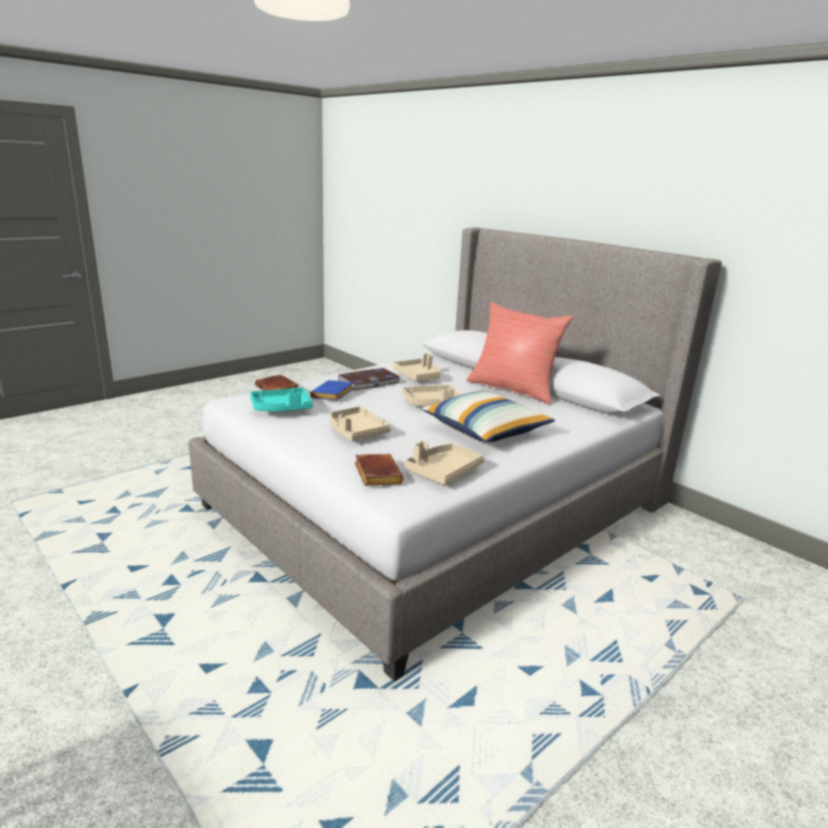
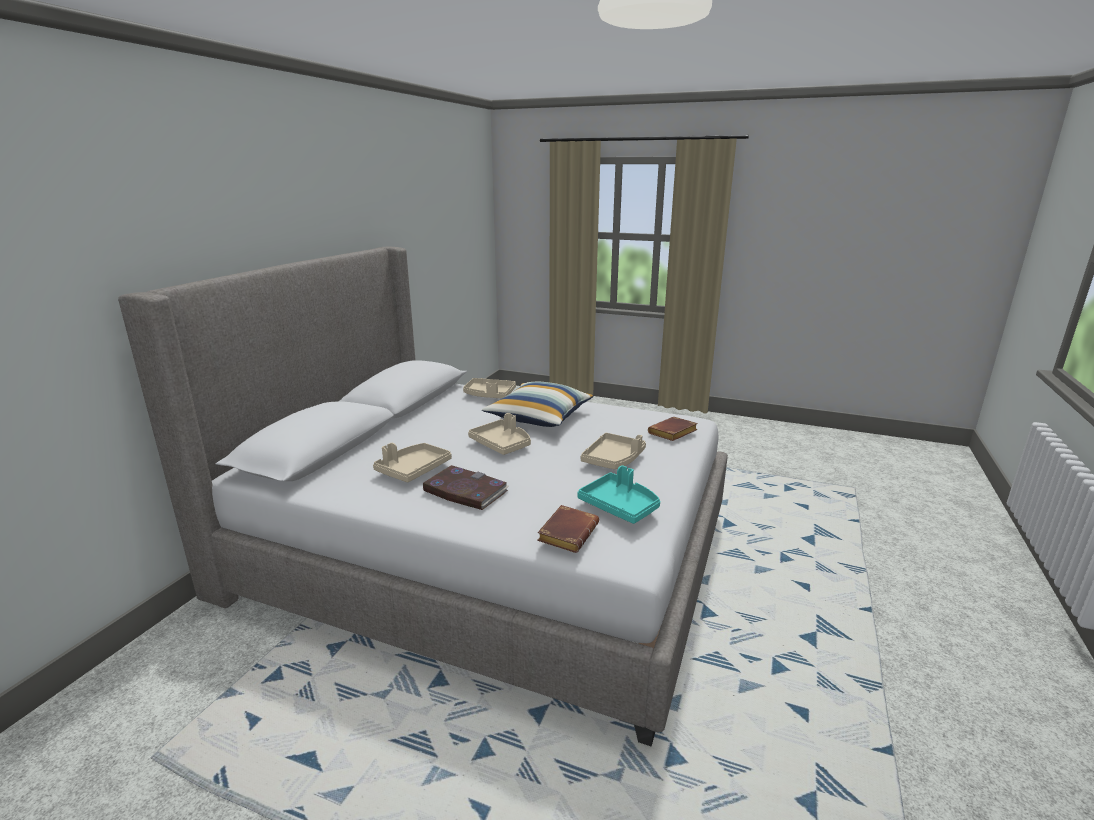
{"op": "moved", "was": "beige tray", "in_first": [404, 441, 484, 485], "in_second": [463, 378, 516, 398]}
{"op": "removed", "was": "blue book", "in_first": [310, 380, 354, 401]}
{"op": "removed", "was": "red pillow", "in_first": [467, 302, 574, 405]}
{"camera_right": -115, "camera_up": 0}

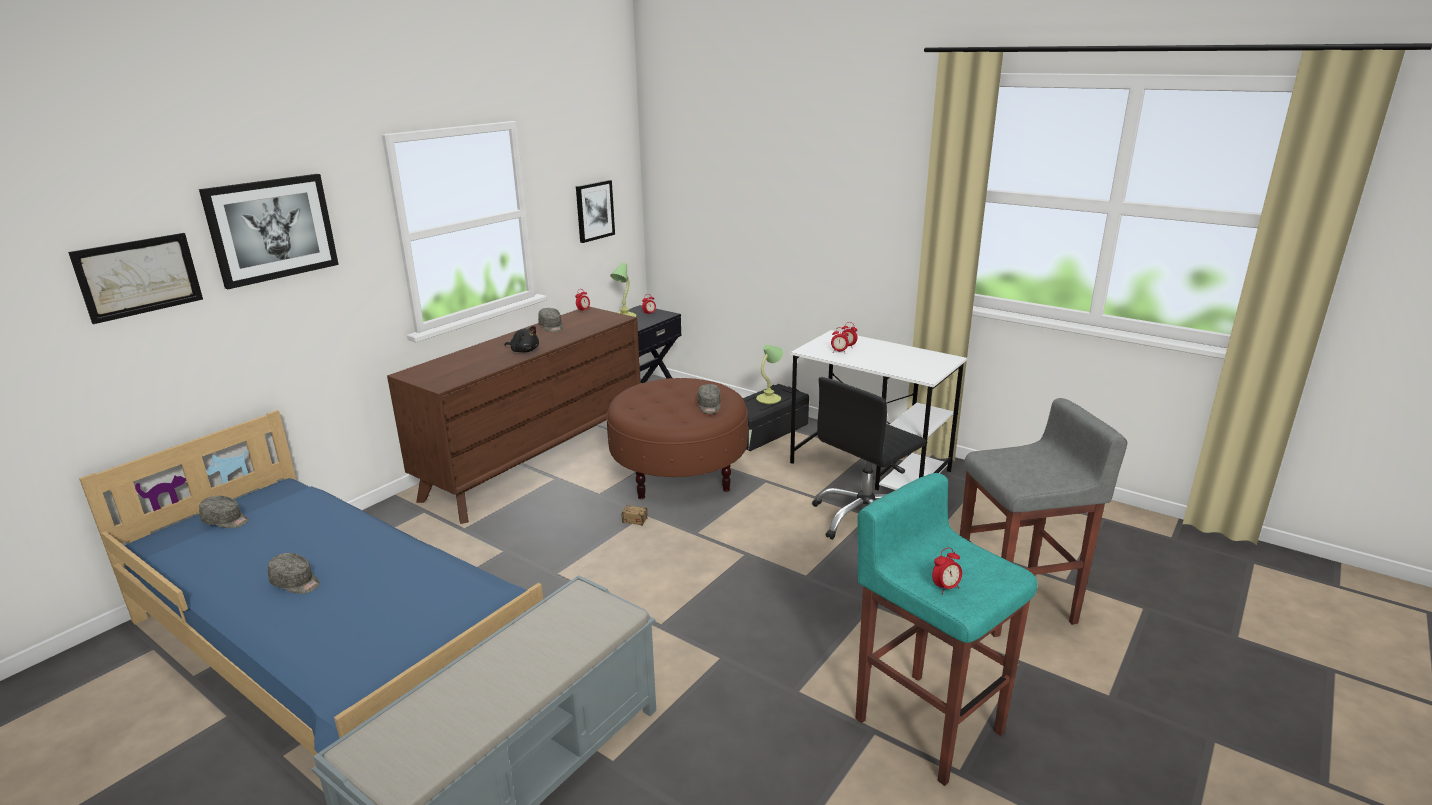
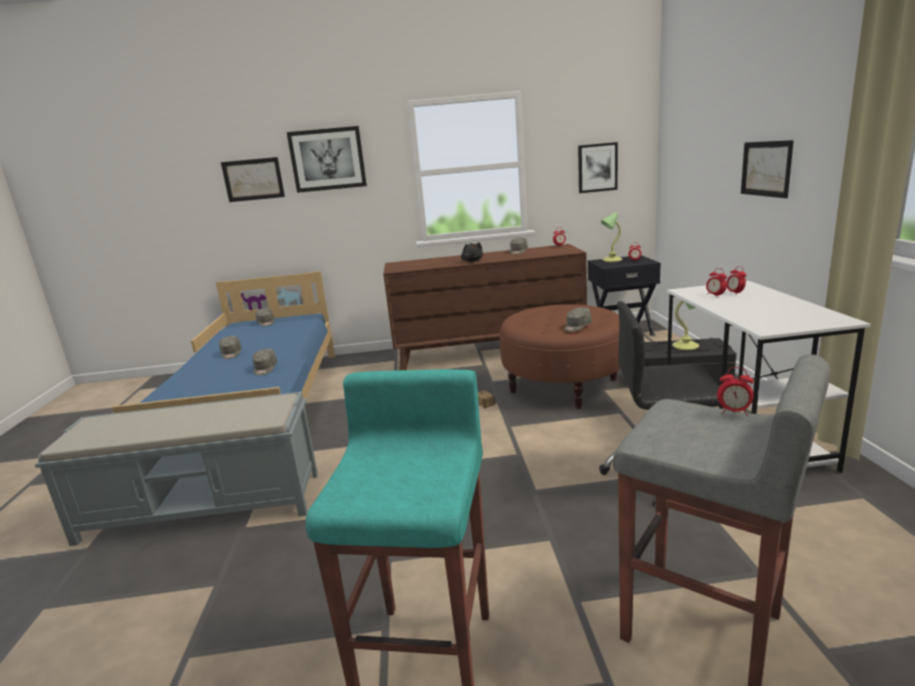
{"op": "added", "now": "grey cap", "in_second": [252, 349, 277, 376]}
{"op": "moved", "was": "alarm clock", "in_first": [932, 548, 962, 594], "in_second": [717, 367, 754, 416]}
{"op": "added", "now": "picture", "in_second": [741, 140, 794, 198]}
{"camera_right": 50, "camera_up": -5}

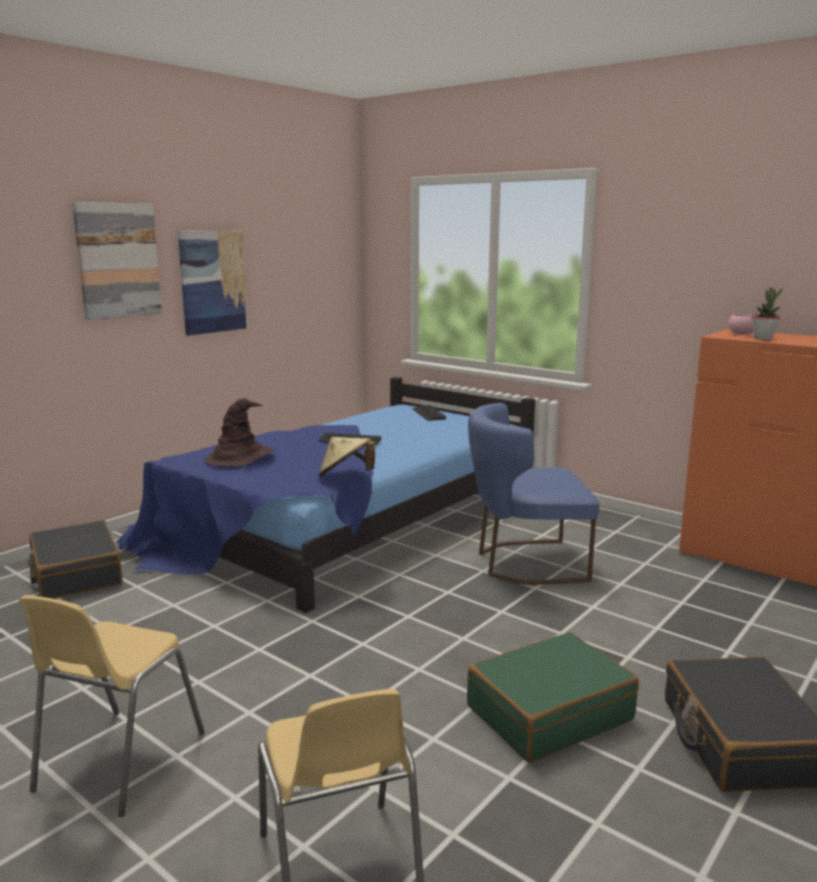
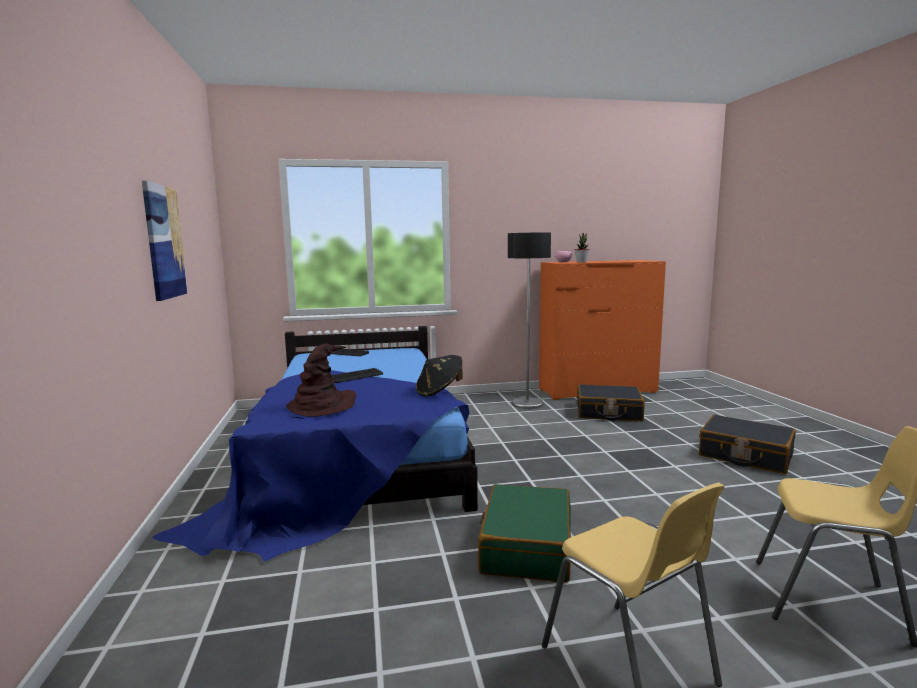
{"op": "recoloured", "was": "beige hat", "now": "black hat", "in_first": [319, 437, 375, 477], "in_second": [416, 355, 463, 396]}
{"op": "moved", "was": "green suitcase", "in_first": [467, 632, 639, 763], "in_second": [478, 484, 571, 583]}
{"op": "added", "now": "floor lamp", "in_second": [508, 232, 551, 409]}
{"op": "moved", "was": "black suitcase", "in_first": [28, 520, 123, 599], "in_second": [577, 384, 645, 421]}
{"op": "removed", "was": "picture", "in_first": [72, 202, 162, 320]}
{"op": "removed", "was": "blue chair", "in_first": [468, 403, 599, 585]}
{"camera_right": -50, "camera_up": -5}

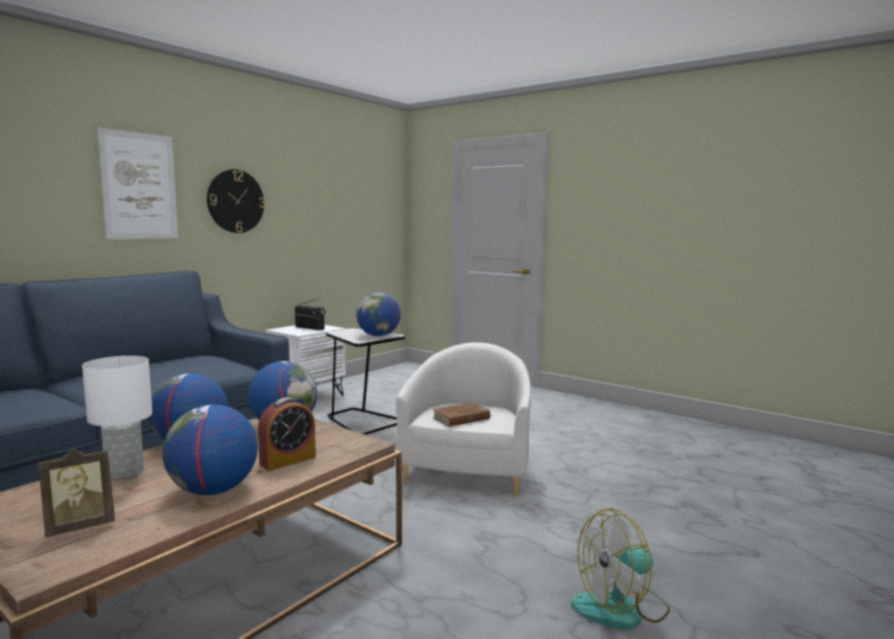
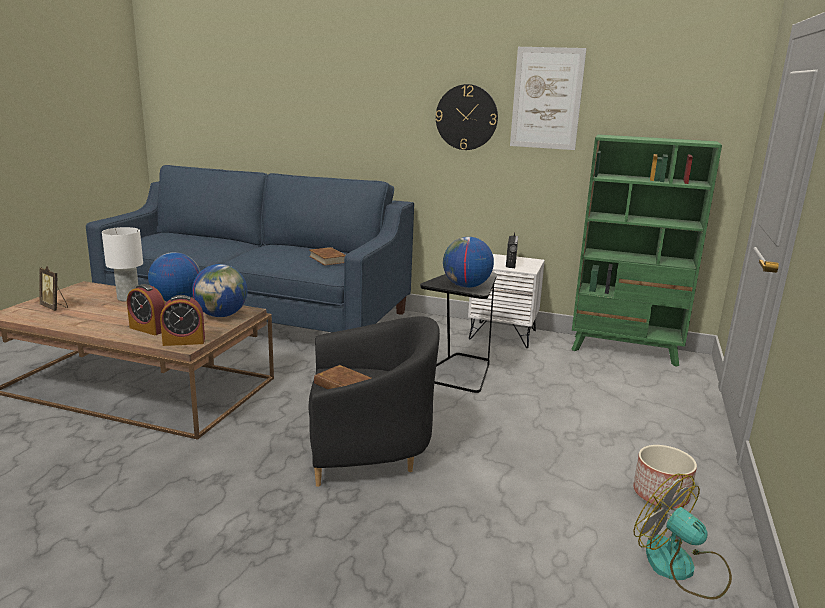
{"op": "added", "now": "alarm clock", "in_second": [160, 295, 205, 346]}
{"op": "recoloured", "was": "white armchair", "now": "black armchair", "in_first": [396, 342, 531, 496], "in_second": [308, 316, 440, 487]}
{"op": "added", "now": "brown book", "in_second": [309, 247, 345, 266]}
{"op": "moved", "was": "picture", "in_first": [97, 128, 178, 239], "in_second": [510, 47, 587, 150]}
{"op": "added", "now": "green bookcase", "in_second": [571, 134, 722, 367]}
{"op": "added", "now": "planter", "in_second": [633, 445, 697, 508]}
{"op": "moved", "was": "fan", "in_first": [571, 508, 670, 630], "in_second": [633, 474, 732, 599]}
{"op": "removed", "was": "globe", "in_first": [163, 405, 258, 495]}
{"camera_right": 70, "camera_up": 10}

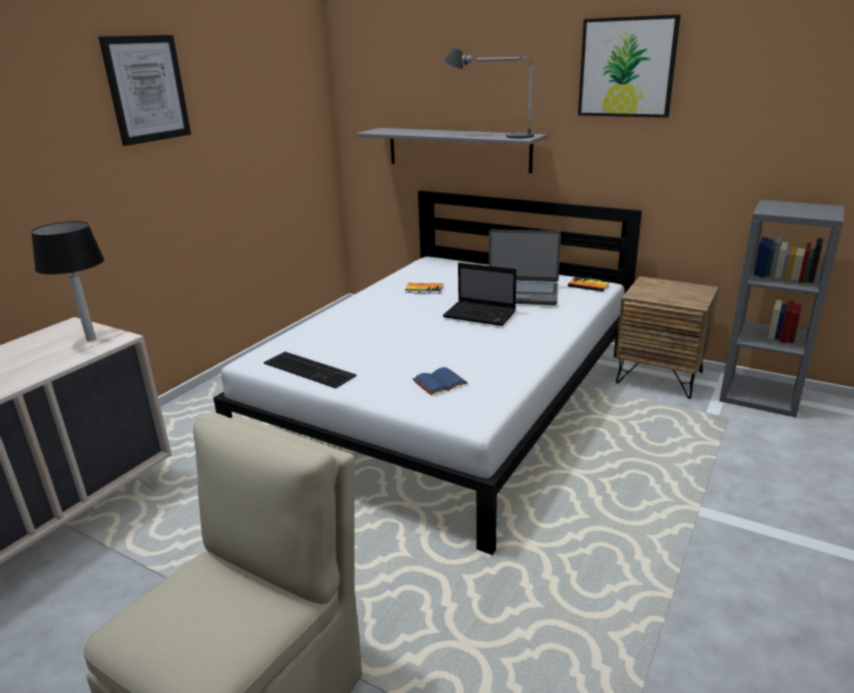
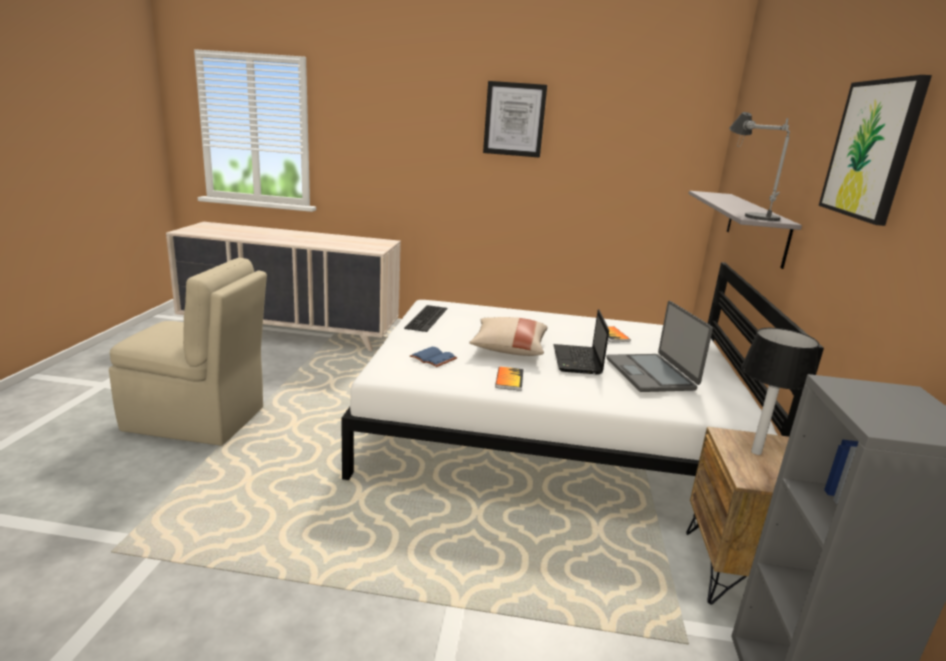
{"op": "added", "now": "beige pillow", "in_second": [469, 317, 548, 356]}
{"op": "moved", "was": "book", "in_first": [568, 277, 609, 292], "in_second": [495, 366, 524, 391]}
{"op": "moved", "was": "table lamp", "in_first": [31, 221, 104, 341], "in_second": [741, 328, 819, 455]}
{"camera_right": 65, "camera_up": -5}

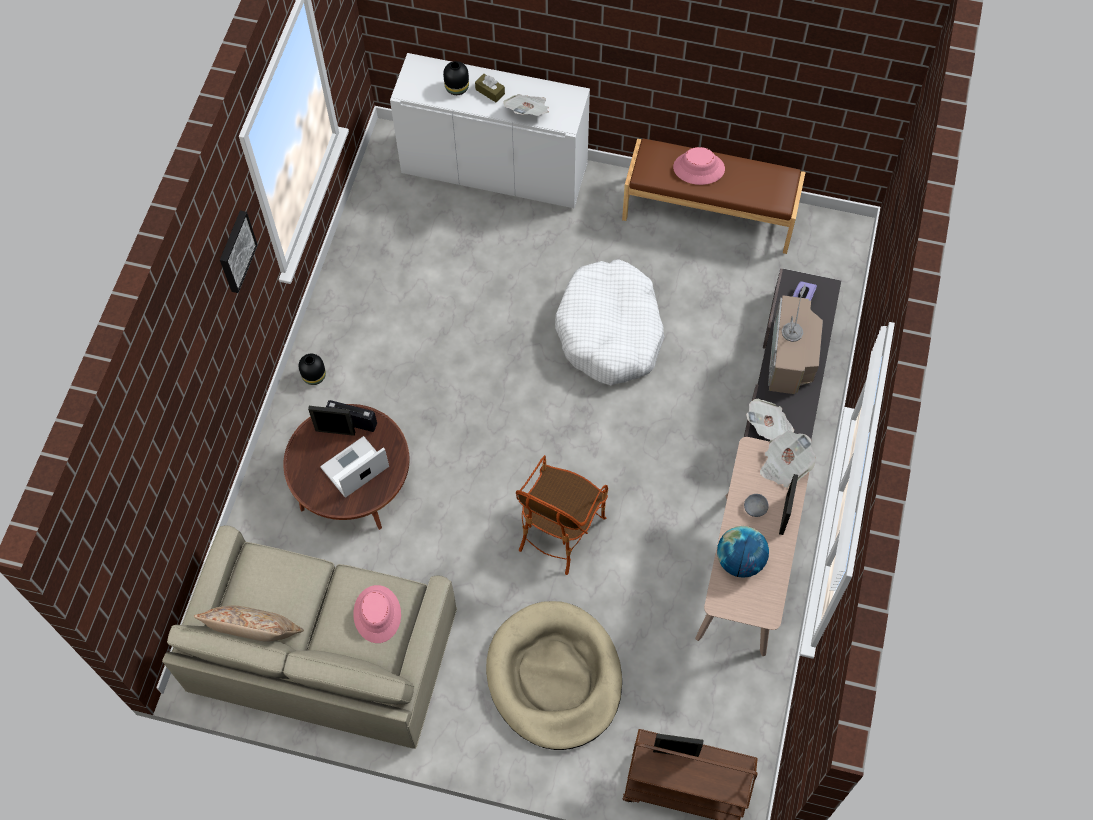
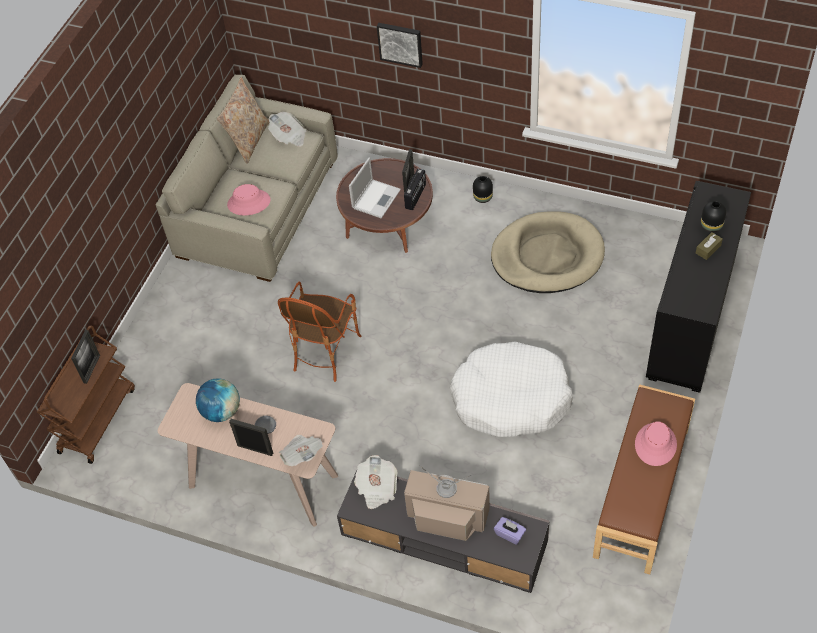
{"op": "moved", "was": "newspaper", "in_first": [503, 94, 549, 116], "in_second": [268, 112, 307, 147]}
{"op": "turned", "was": "armchair", "in_first": [516, 455, 608, 575], "in_second": [278, 282, 361, 382], "clockwise": -105}
{"op": "turned", "was": "laptop", "in_first": [320, 436, 389, 498], "in_second": [349, 158, 401, 218], "clockwise": 60}
{"op": "moved", "was": "picture", "in_first": [220, 210, 258, 293], "in_second": [377, 23, 423, 68]}
{"op": "moved", "was": "beige dog bed", "in_first": [486, 601, 622, 750], "in_second": [491, 211, 605, 293]}
{"op": "recoloured", "was": "white cabinet", "now": "black cabinet", "in_first": [390, 53, 590, 208], "in_second": [646, 181, 751, 393]}
{"camera_right": 100, "camera_up": -10}

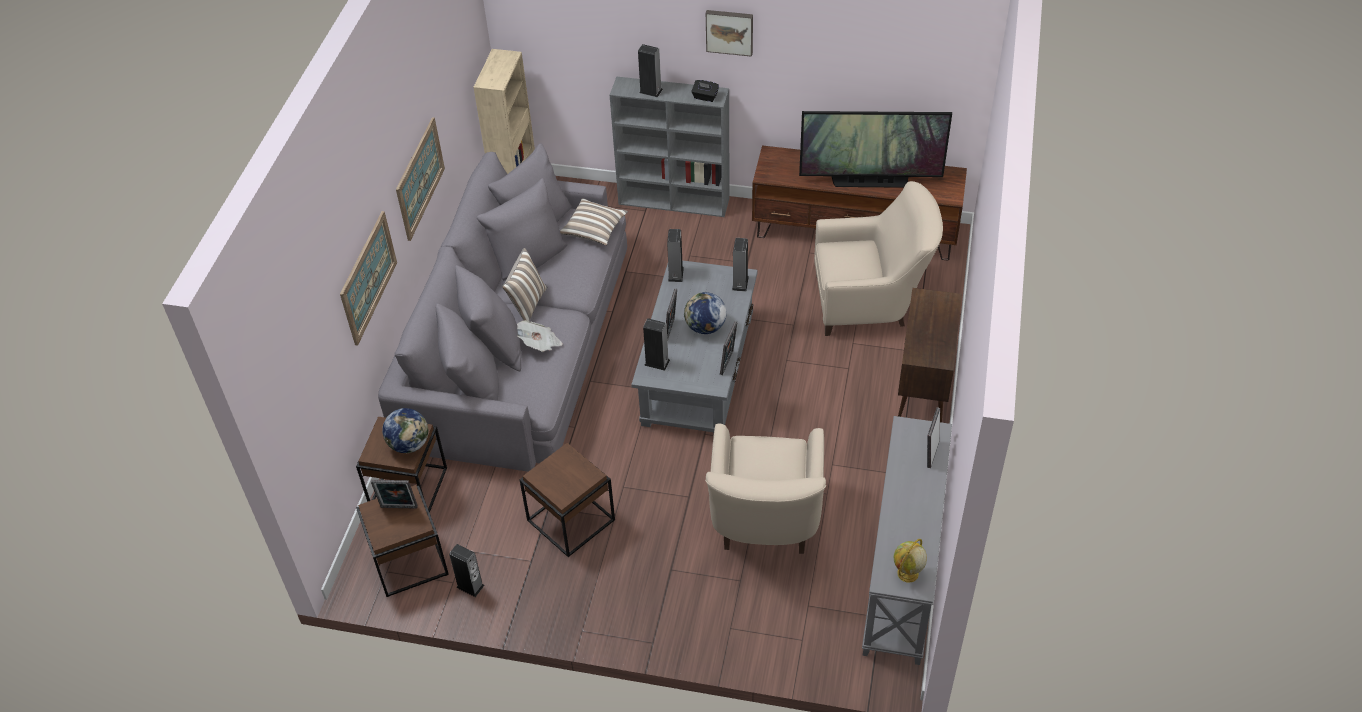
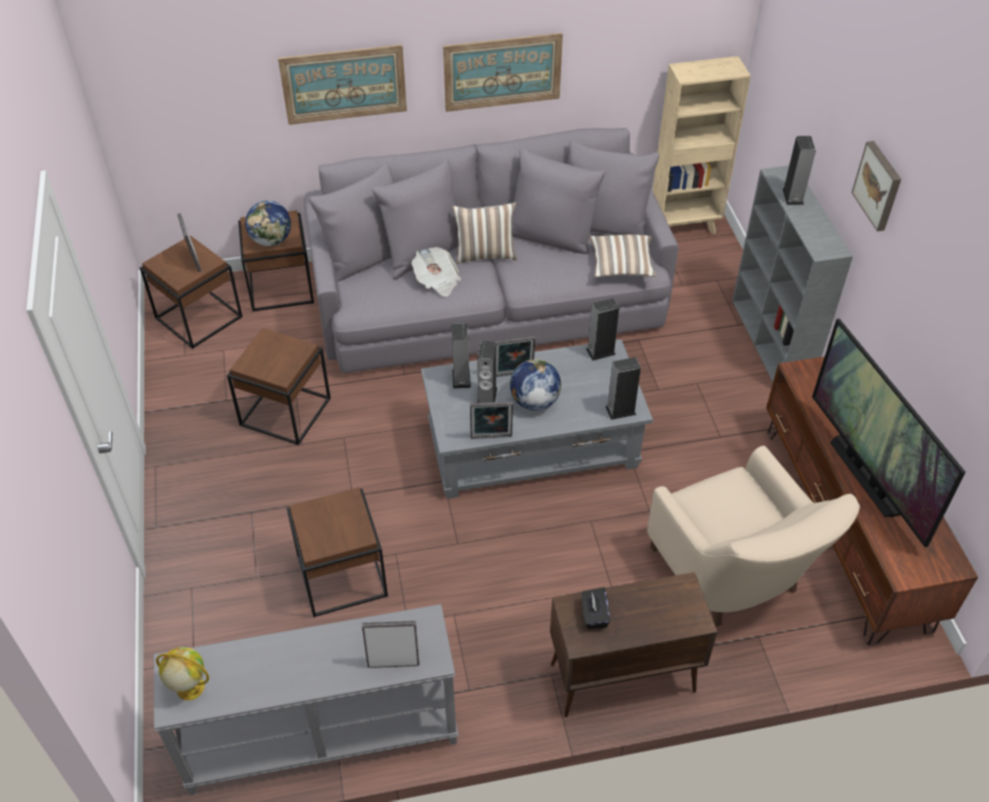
{"op": "replaced", "was": "beige armchair", "now": "brown side table", "in_first": [705, 424, 826, 554], "in_second": [286, 488, 388, 617]}
{"op": "moved", "was": "speaker", "in_first": [449, 544, 485, 597], "in_second": [477, 341, 497, 403]}
{"op": "moved", "was": "black tissue box", "in_first": [691, 80, 719, 102], "in_second": [581, 587, 610, 629]}
{"camera_right": 65, "camera_up": 0}

